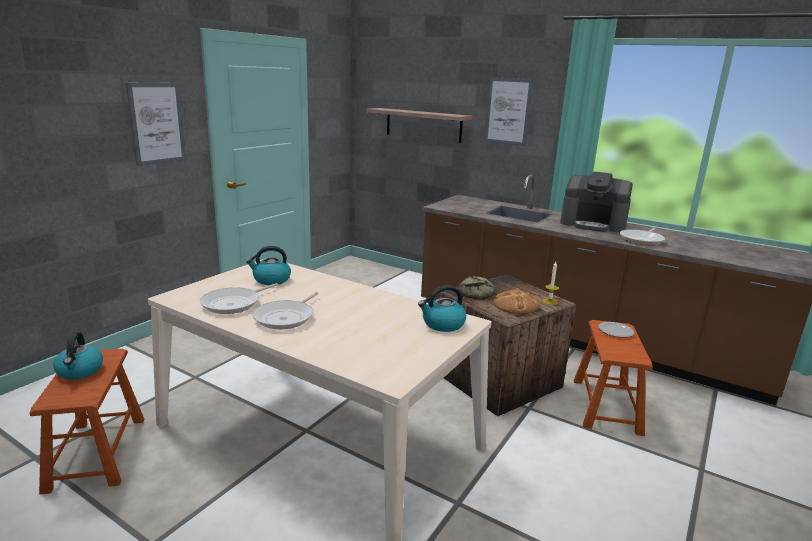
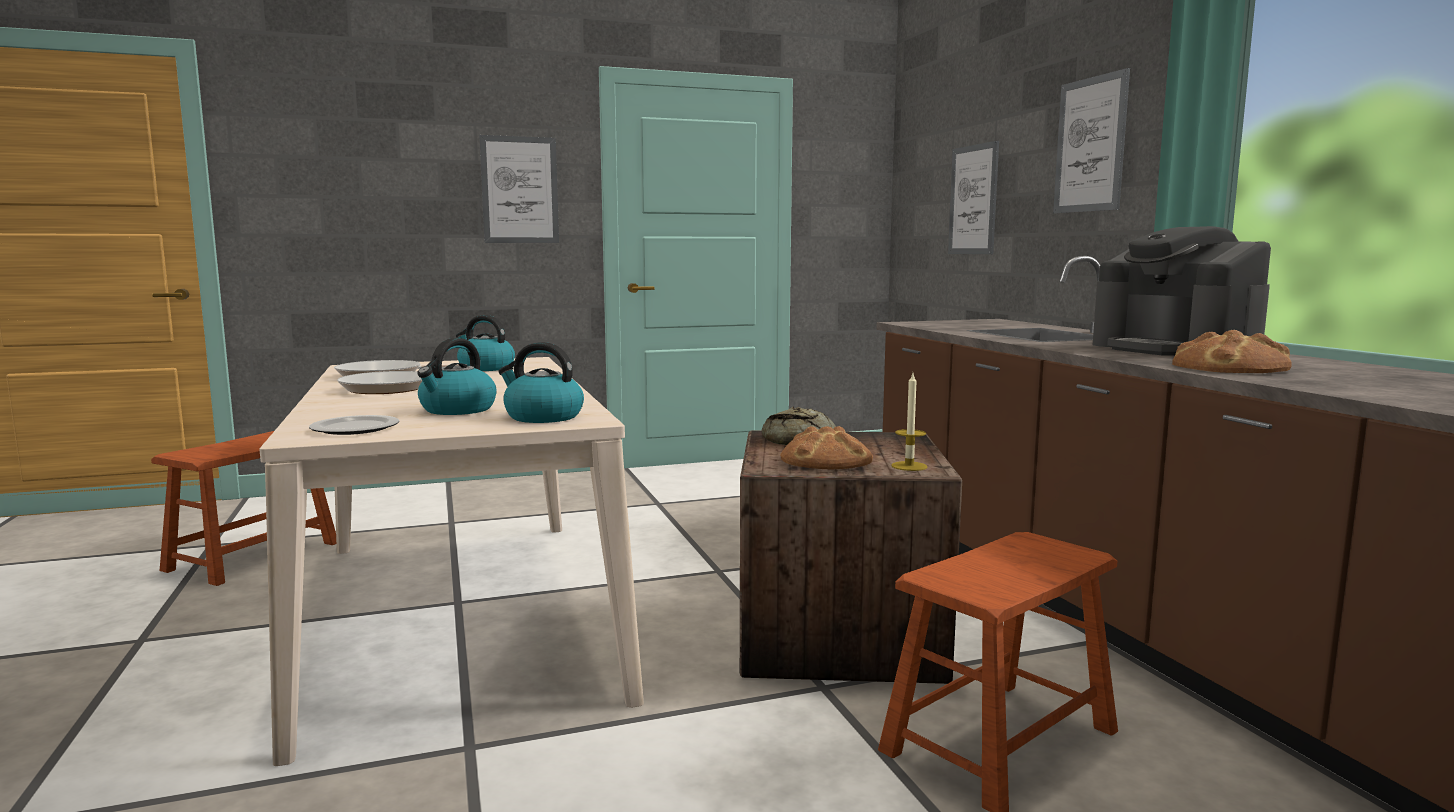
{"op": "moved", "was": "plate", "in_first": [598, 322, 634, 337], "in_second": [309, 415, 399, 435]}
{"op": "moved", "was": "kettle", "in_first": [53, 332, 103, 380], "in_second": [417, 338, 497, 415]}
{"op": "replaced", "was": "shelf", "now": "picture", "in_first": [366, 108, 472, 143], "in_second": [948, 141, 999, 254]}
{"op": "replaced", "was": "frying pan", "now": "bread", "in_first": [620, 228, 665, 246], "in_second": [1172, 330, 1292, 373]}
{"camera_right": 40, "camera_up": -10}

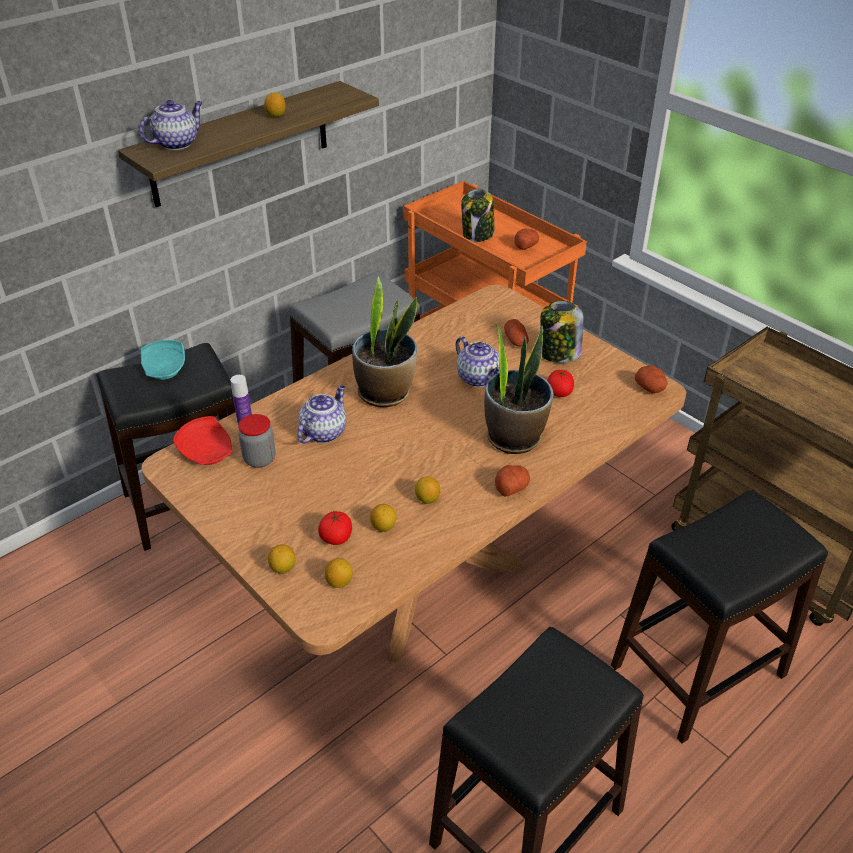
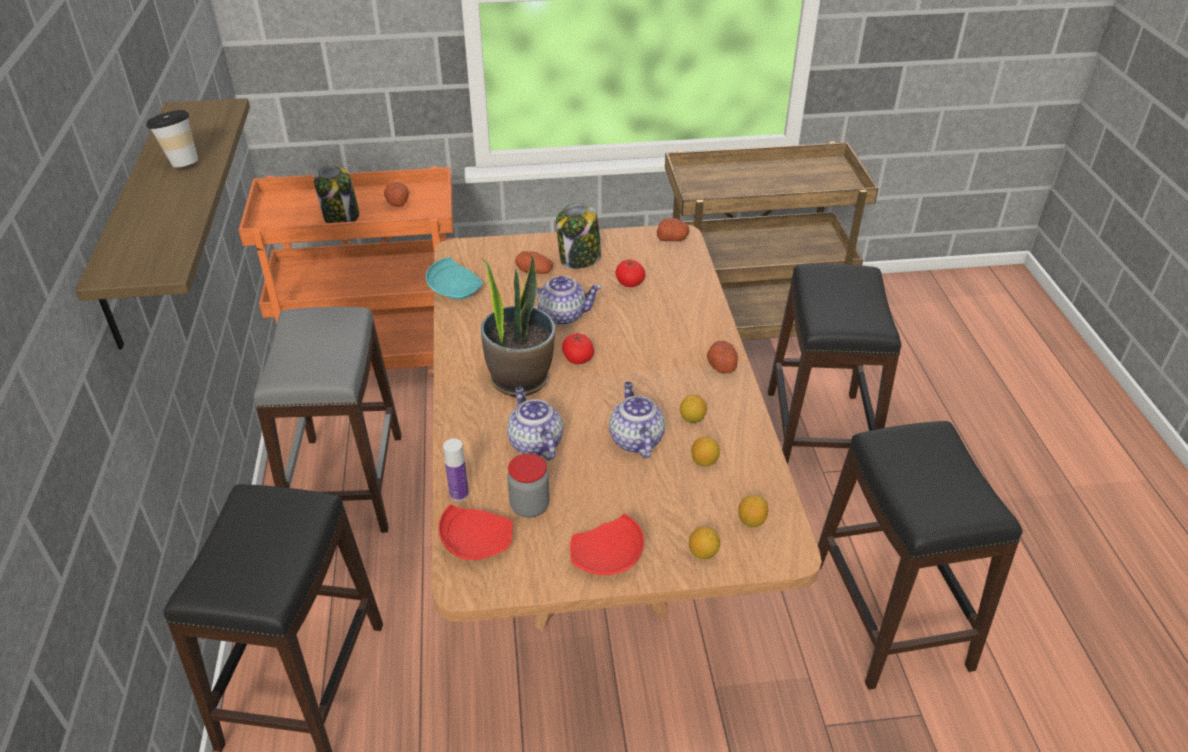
{"op": "replaced", "was": "lemon", "now": "cup", "in_first": [264, 93, 286, 117], "in_second": [146, 110, 198, 168]}
{"op": "moved", "was": "turquoise plate", "in_first": [140, 340, 185, 380], "in_second": [426, 257, 483, 300]}
{"op": "moved", "was": "tomato", "in_first": [318, 511, 352, 545], "in_second": [562, 333, 594, 364]}
{"op": "added", "now": "red plate", "in_second": [570, 514, 644, 575]}
{"op": "moved", "was": "teapot", "in_first": [140, 100, 203, 150], "in_second": [609, 382, 665, 459]}
{"op": "removed", "was": "potted plant", "in_first": [484, 323, 554, 454]}
{"camera_right": -55, "camera_up": 0}

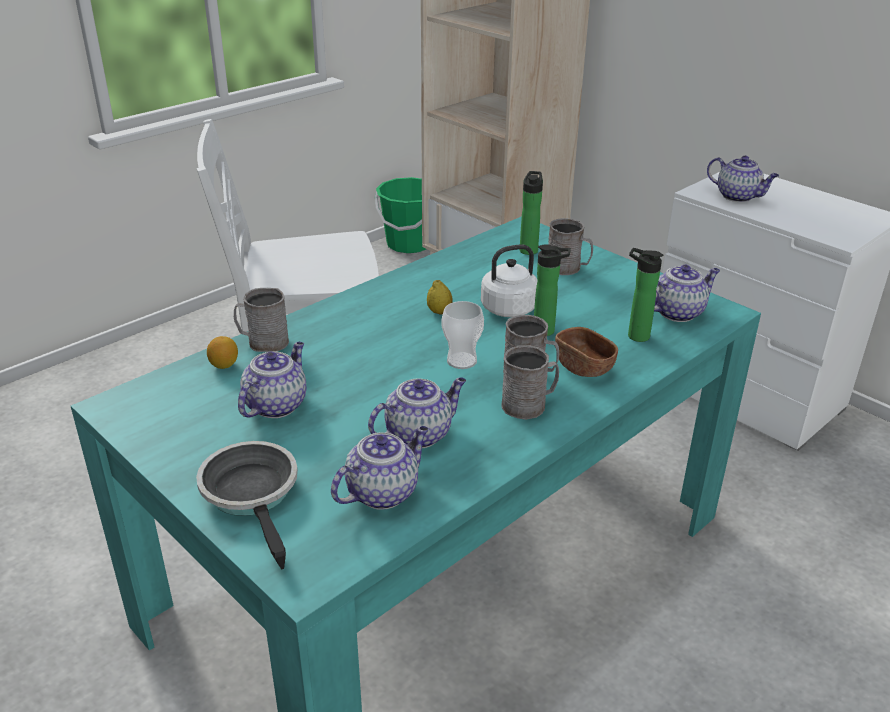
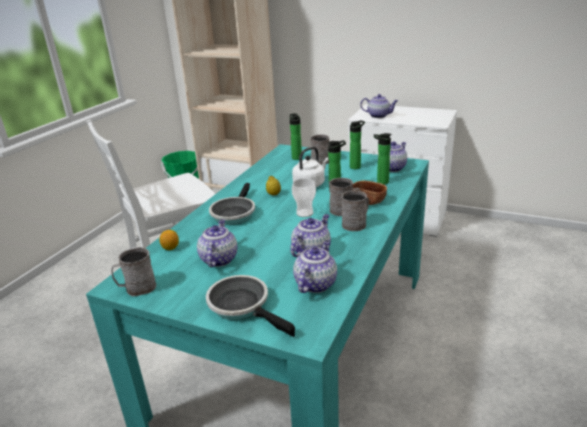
{"op": "moved", "was": "grey mug", "in_first": [234, 288, 289, 352], "in_second": [111, 247, 156, 296]}
{"op": "added", "now": "frying pan", "in_second": [209, 183, 255, 225]}
{"op": "added", "now": "bottle", "in_second": [350, 120, 365, 169]}
{"camera_right": -20, "camera_up": -5}

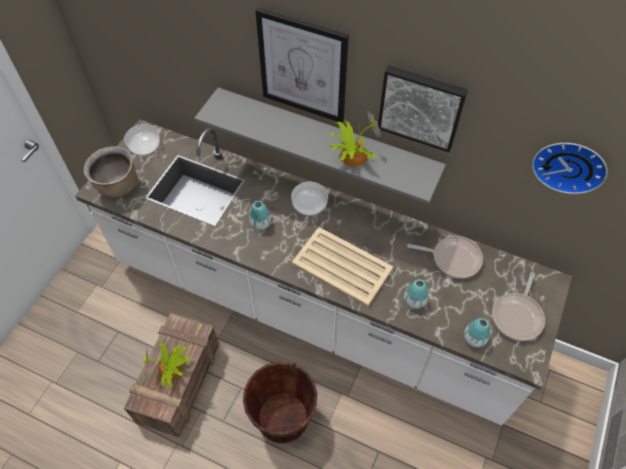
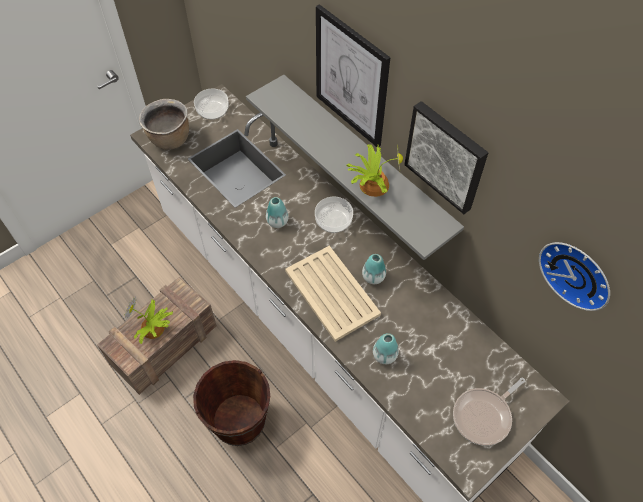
{"op": "moved", "was": "vase", "in_first": [464, 318, 490, 347], "in_second": [362, 254, 386, 284]}
{"op": "removed", "was": "frying pan", "in_first": [407, 236, 483, 279]}
{"camera_right": 25, "camera_up": 0}

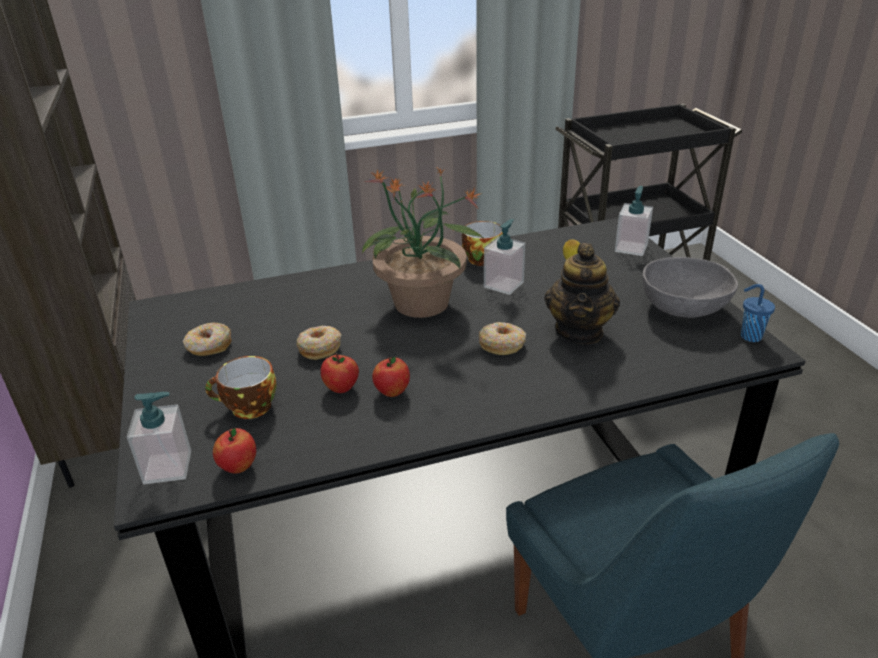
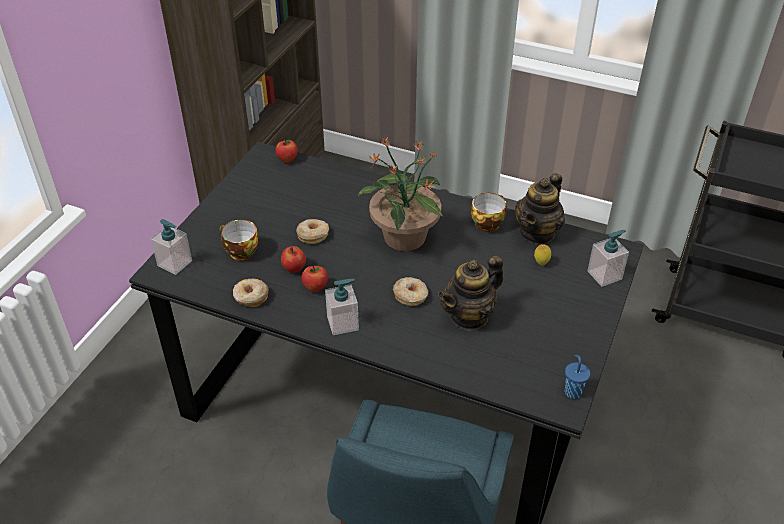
{"op": "moved", "was": "donut", "in_first": [183, 322, 232, 356], "in_second": [233, 279, 269, 307]}
{"op": "moved", "was": "apple", "in_first": [213, 428, 256, 473], "in_second": [275, 139, 298, 163]}
{"op": "moved", "was": "soap dispenser", "in_first": [484, 219, 525, 295], "in_second": [325, 279, 359, 335]}
{"op": "added", "now": "teapot", "in_second": [515, 173, 565, 245]}
{"op": "removed", "was": "grey bowl", "in_first": [643, 257, 738, 318]}
{"camera_right": 40, "camera_up": 10}

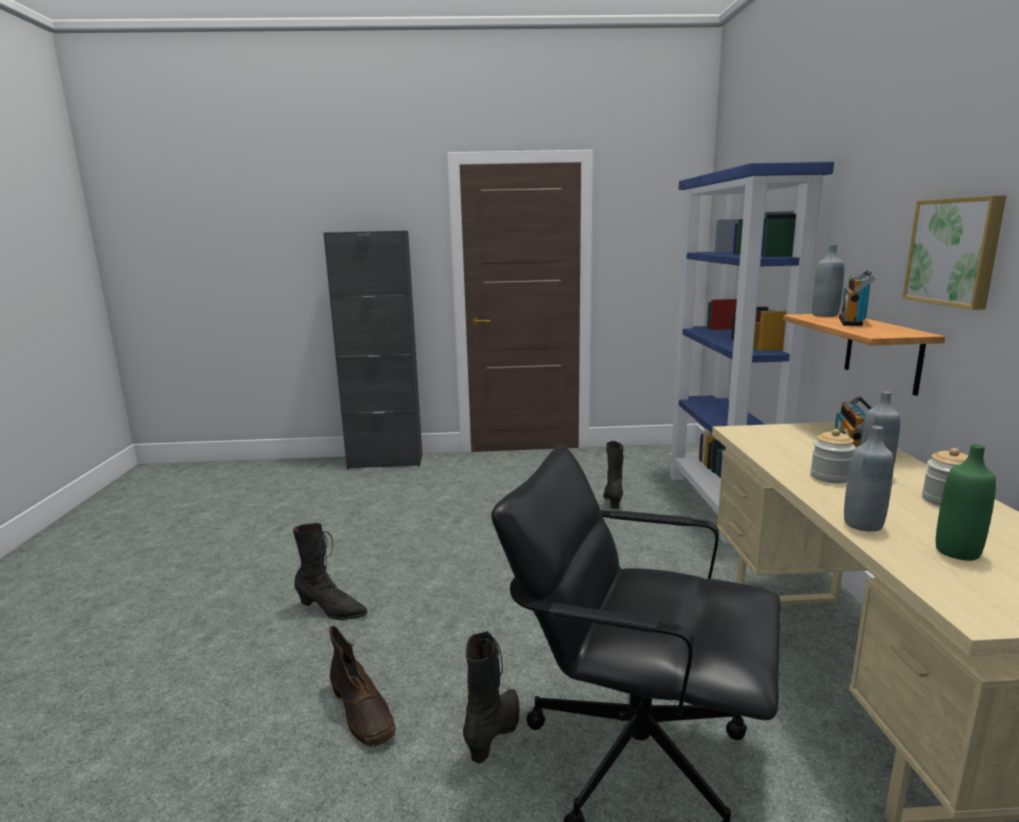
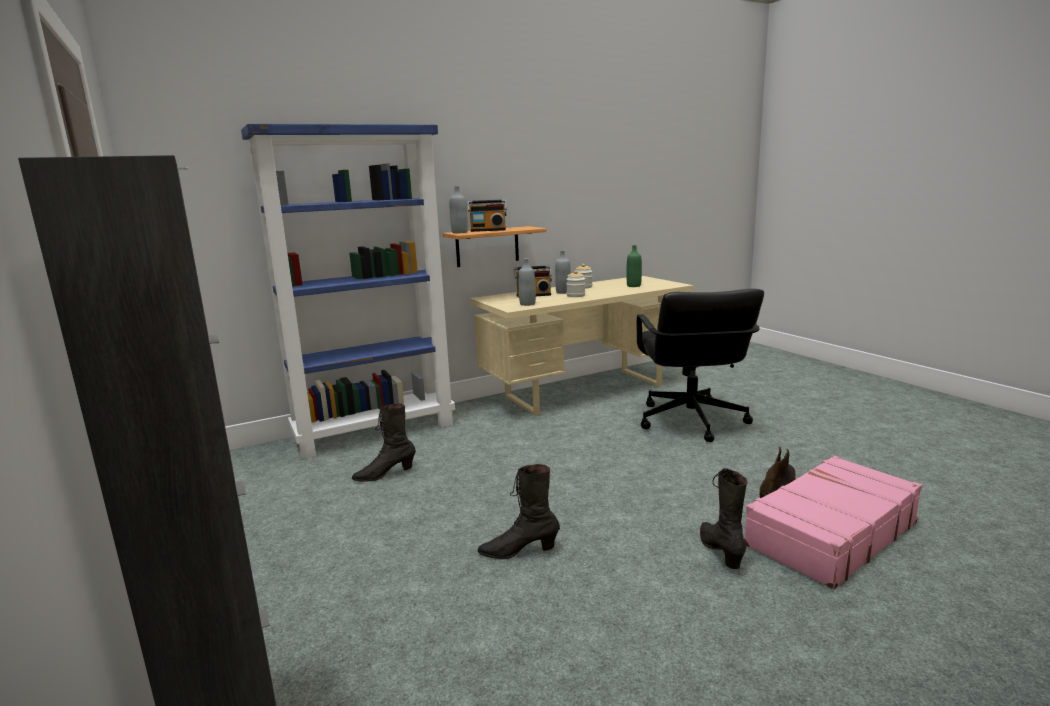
{"op": "moved", "was": "black boot", "in_first": [463, 631, 519, 764], "in_second": [477, 464, 560, 559]}
{"op": "moved", "was": "grey bottle", "in_first": [844, 426, 894, 532], "in_second": [518, 258, 536, 306]}
{"op": "added", "now": "pink suitcase", "in_second": [744, 455, 922, 589]}
{"op": "removed", "was": "picture", "in_first": [902, 195, 1007, 310]}
{"camera_right": -115, "camera_up": 0}

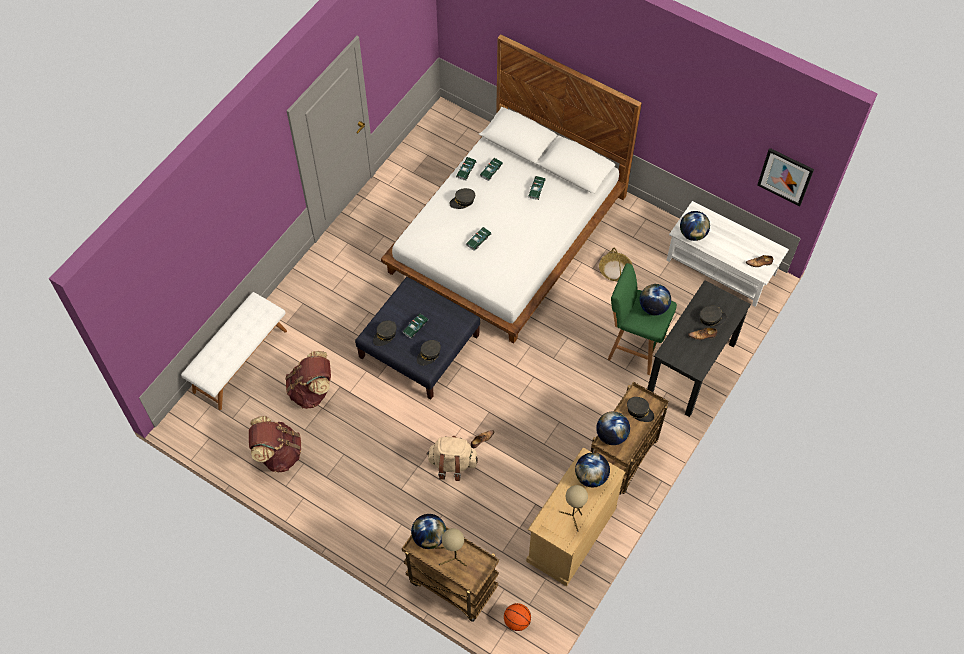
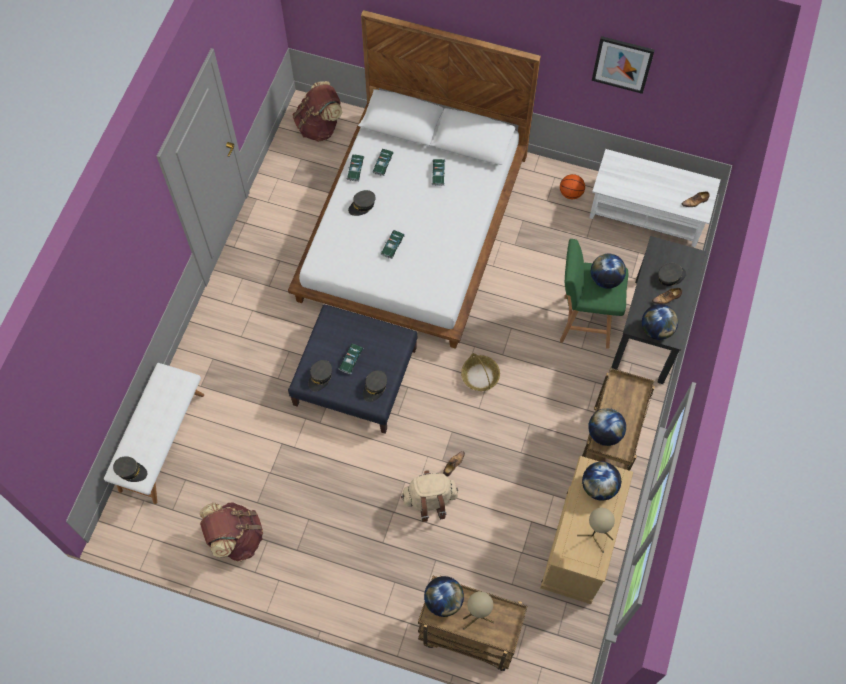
{"op": "moved", "was": "grey cap", "in_first": [627, 397, 654, 422], "in_second": [113, 456, 147, 482]}
{"op": "moved", "was": "brown backpack", "in_first": [286, 351, 331, 409], "in_second": [293, 81, 342, 142]}
{"op": "moved", "was": "basket", "in_first": [599, 247, 632, 281], "in_second": [461, 353, 500, 391]}
{"op": "moved", "was": "basketball", "in_first": [504, 603, 531, 631], "in_second": [560, 174, 585, 199]}
{"op": "moved", "was": "picture", "in_first": [757, 148, 814, 206], "in_second": [592, 36, 655, 94]}
{"op": "moved", "was": "globe", "in_first": [680, 211, 710, 241], "in_second": [642, 304, 678, 340]}
{"camera_right": -15, "camera_up": 5}

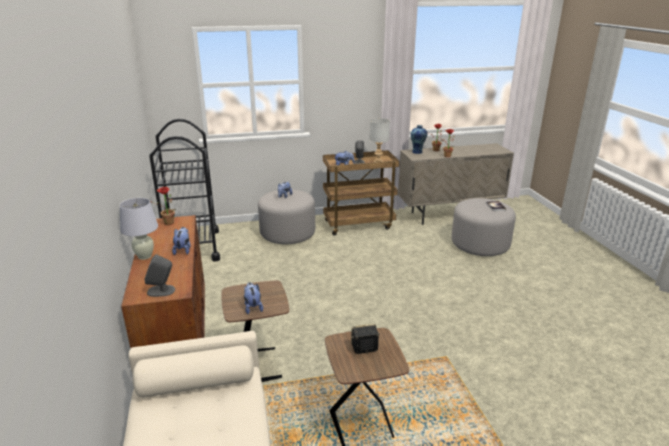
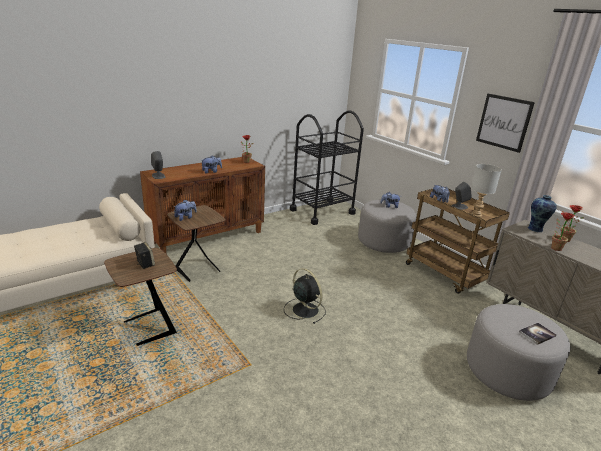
{"op": "added", "now": "black fan", "in_second": [284, 268, 326, 324]}
{"op": "added", "now": "picture", "in_second": [476, 94, 535, 153]}
{"op": "removed", "was": "white table lamp", "in_first": [120, 198, 158, 260]}
{"camera_right": 65, "camera_up": 0}

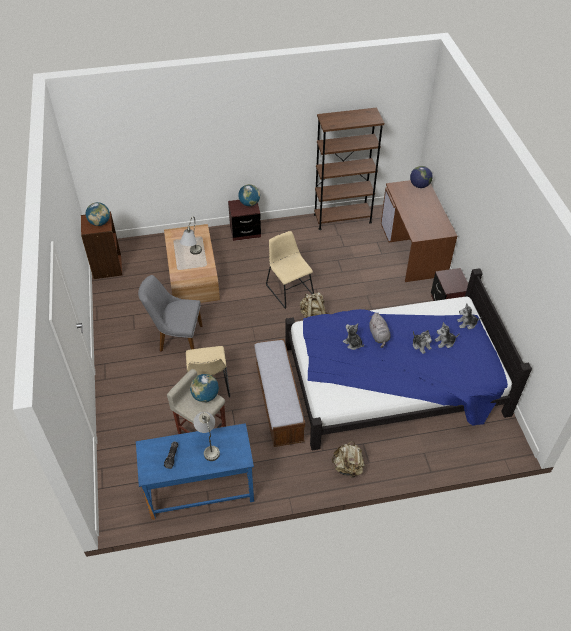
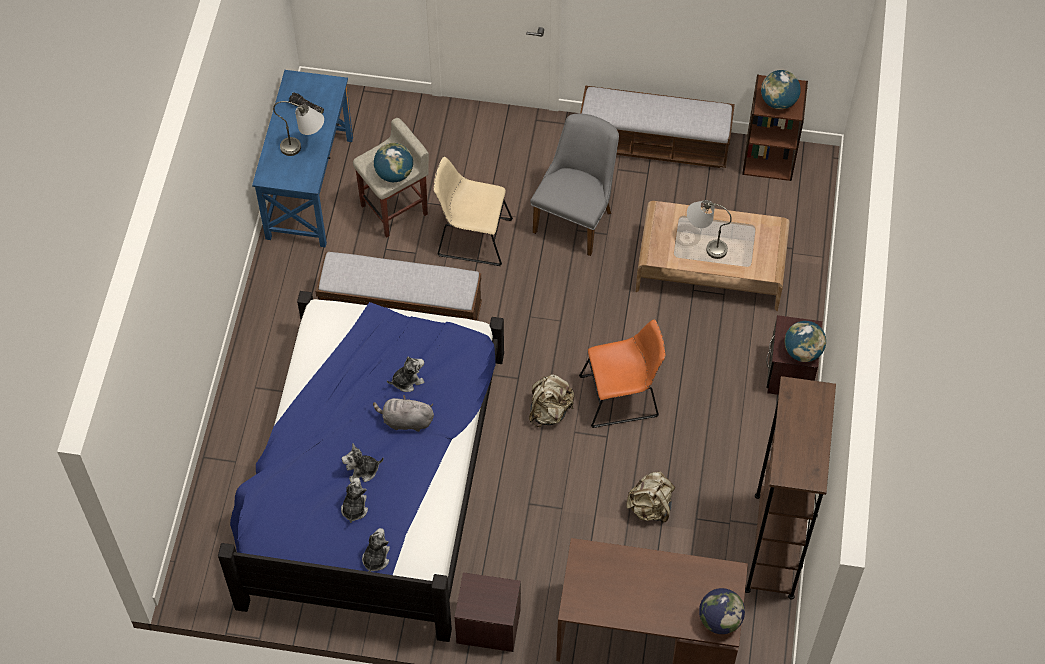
{"op": "recoloured", "was": "beige chair", "now": "orange chair", "in_first": [266, 231, 314, 309], "in_second": [579, 319, 665, 428]}
{"op": "added", "now": "bench", "in_second": [580, 86, 735, 168]}
{"op": "moved", "was": "beige backpack", "in_first": [332, 441, 365, 479], "in_second": [626, 471, 675, 523]}
{"camera_right": 110, "camera_up": 10}

